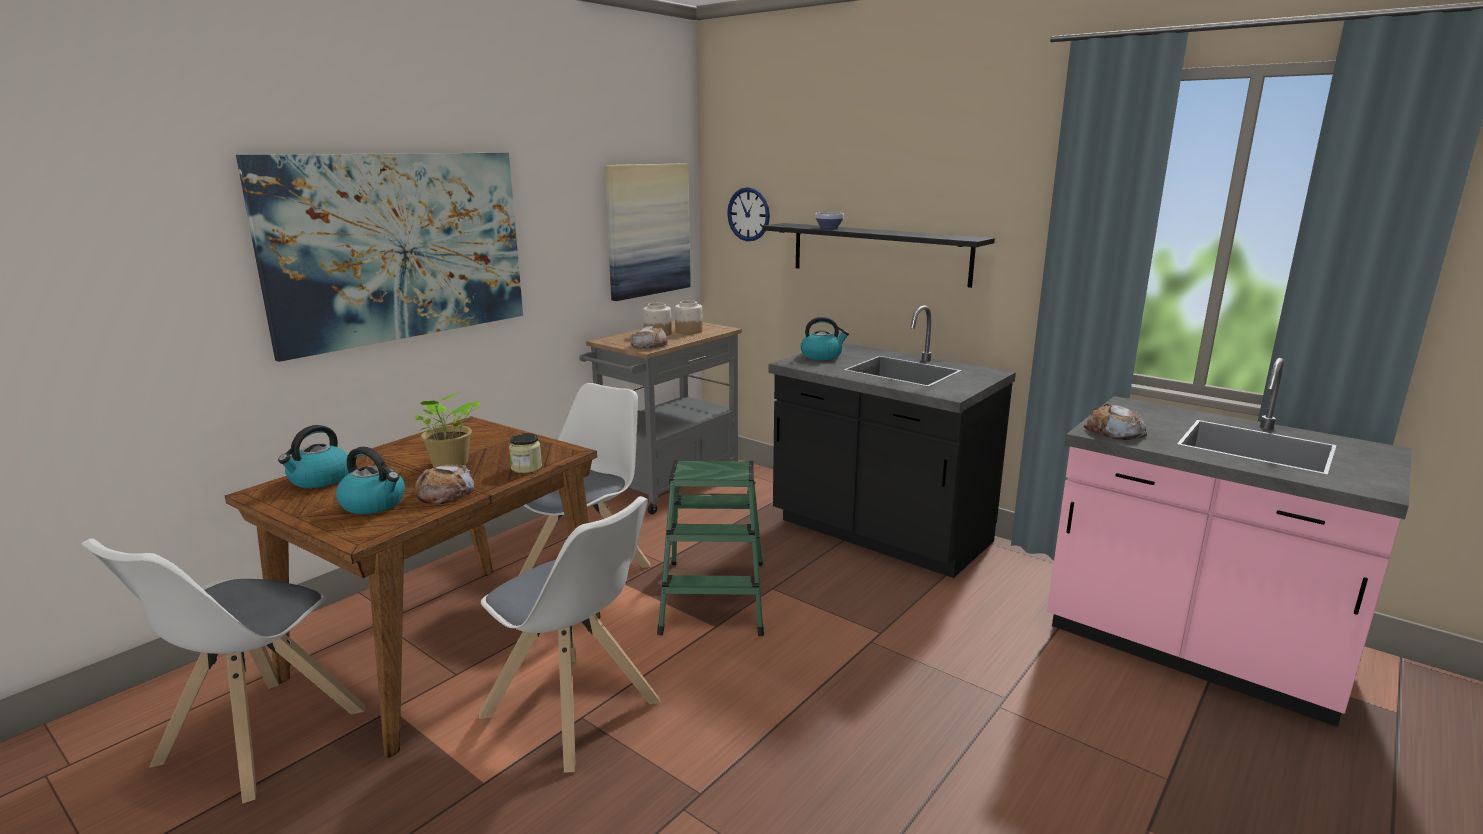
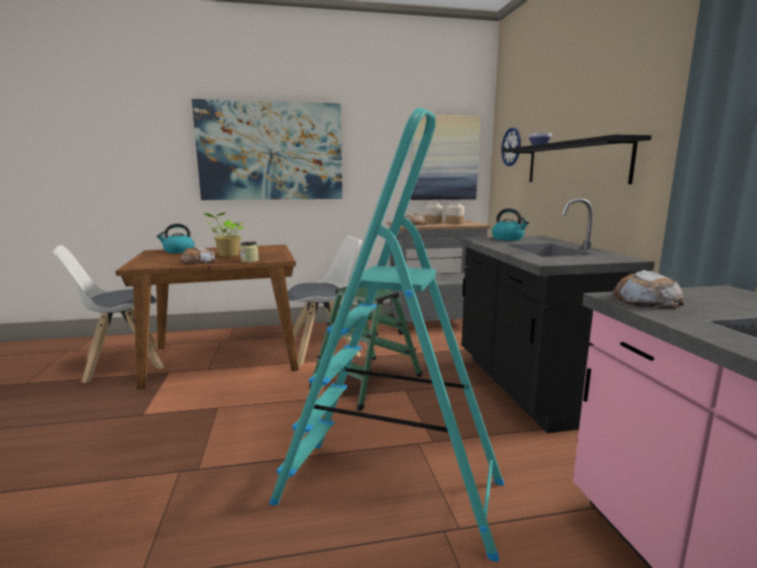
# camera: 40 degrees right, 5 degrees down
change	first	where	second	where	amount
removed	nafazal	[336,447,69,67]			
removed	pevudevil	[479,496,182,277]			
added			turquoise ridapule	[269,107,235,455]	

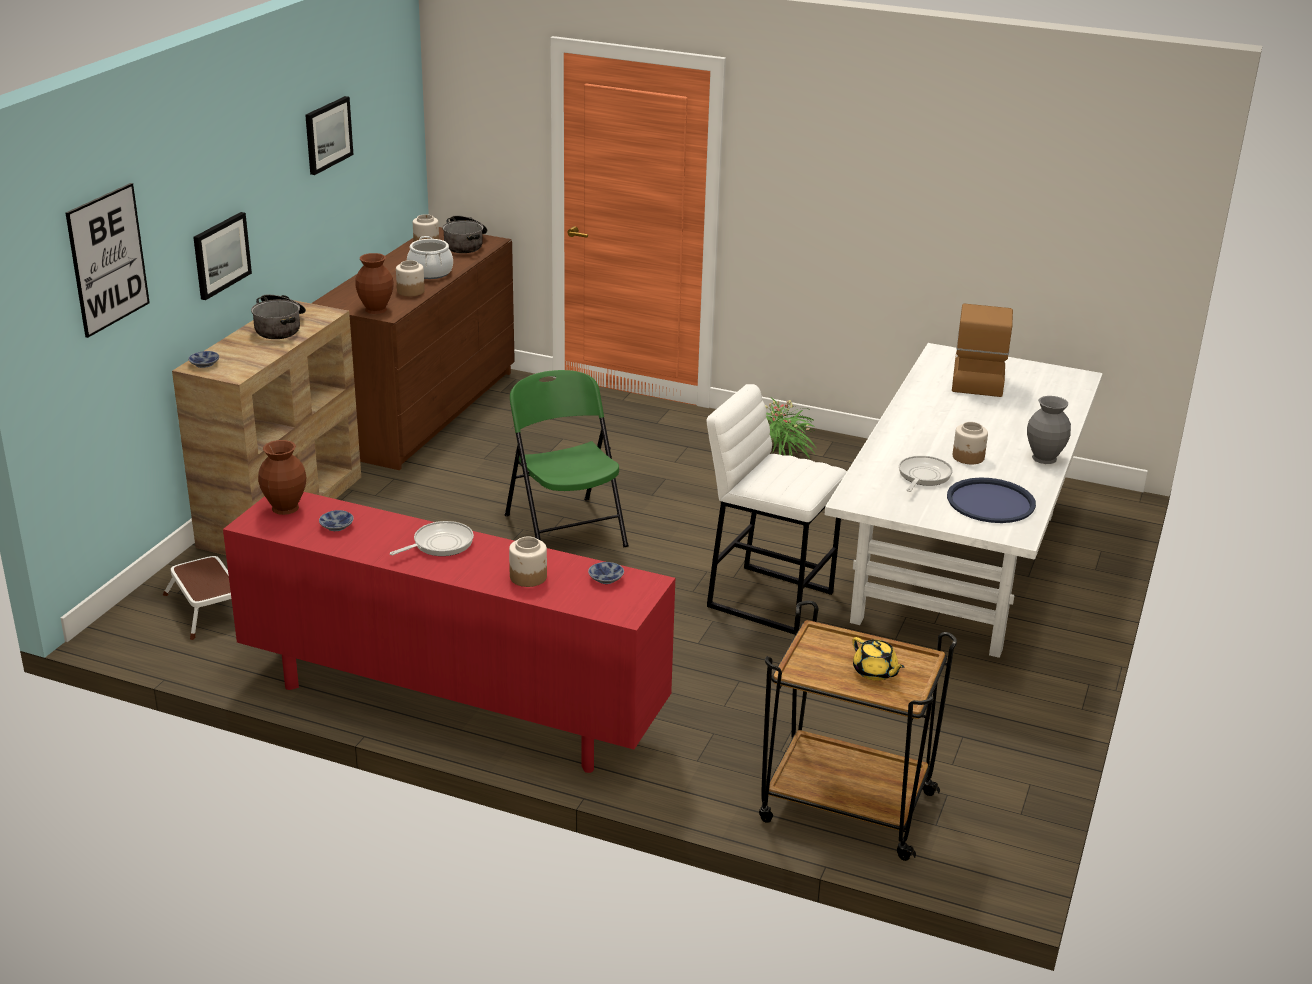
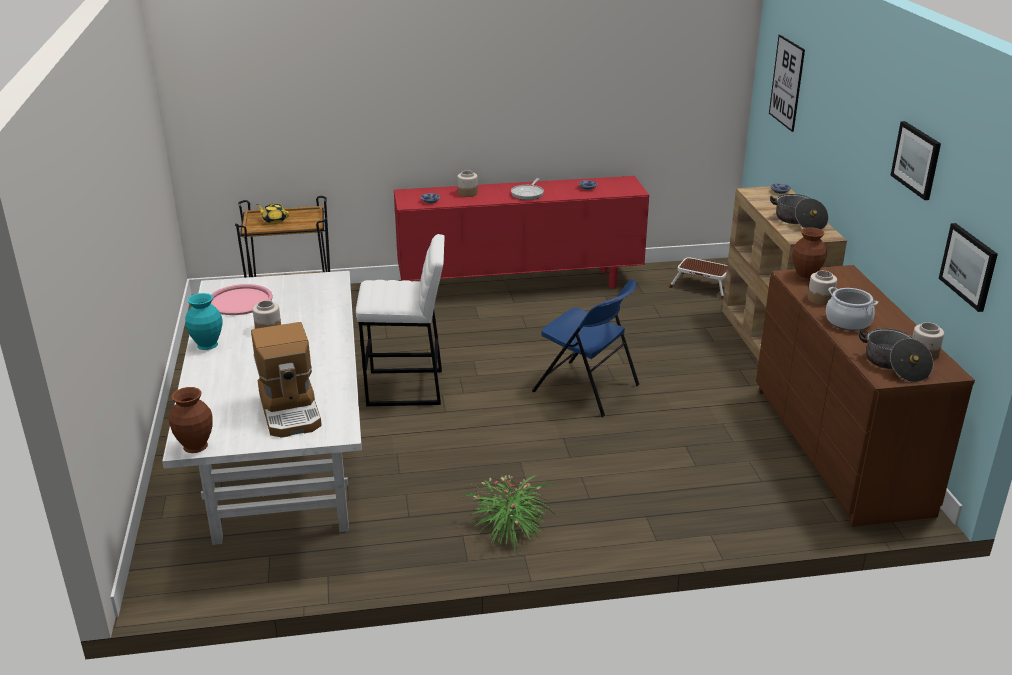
# camera: 150 degrees right, 0 degrees up
change	first	where	second	where	amount
moved	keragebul	[193,212,59,88]		[939,223,59,89]	
moved	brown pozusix	[258,440,48,75]		[169,387,43,66]	
recoloured	green pevudevil	[505,370,124,177]	blue pevudevil	[532,279,107,138]	
removed	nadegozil	[899,456,54,36]			
recoloured	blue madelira	[947,478,89,45]	pink madelira	[210,284,63,31]	
recoloured	grey pozusix	[1027,396,44,68]	turquoise pozusix	[185,293,37,57]	

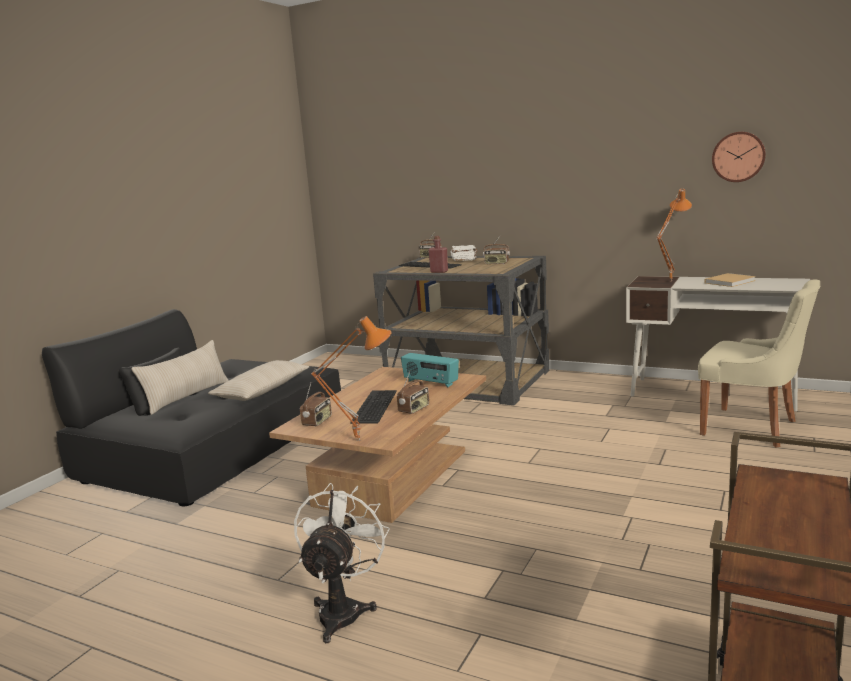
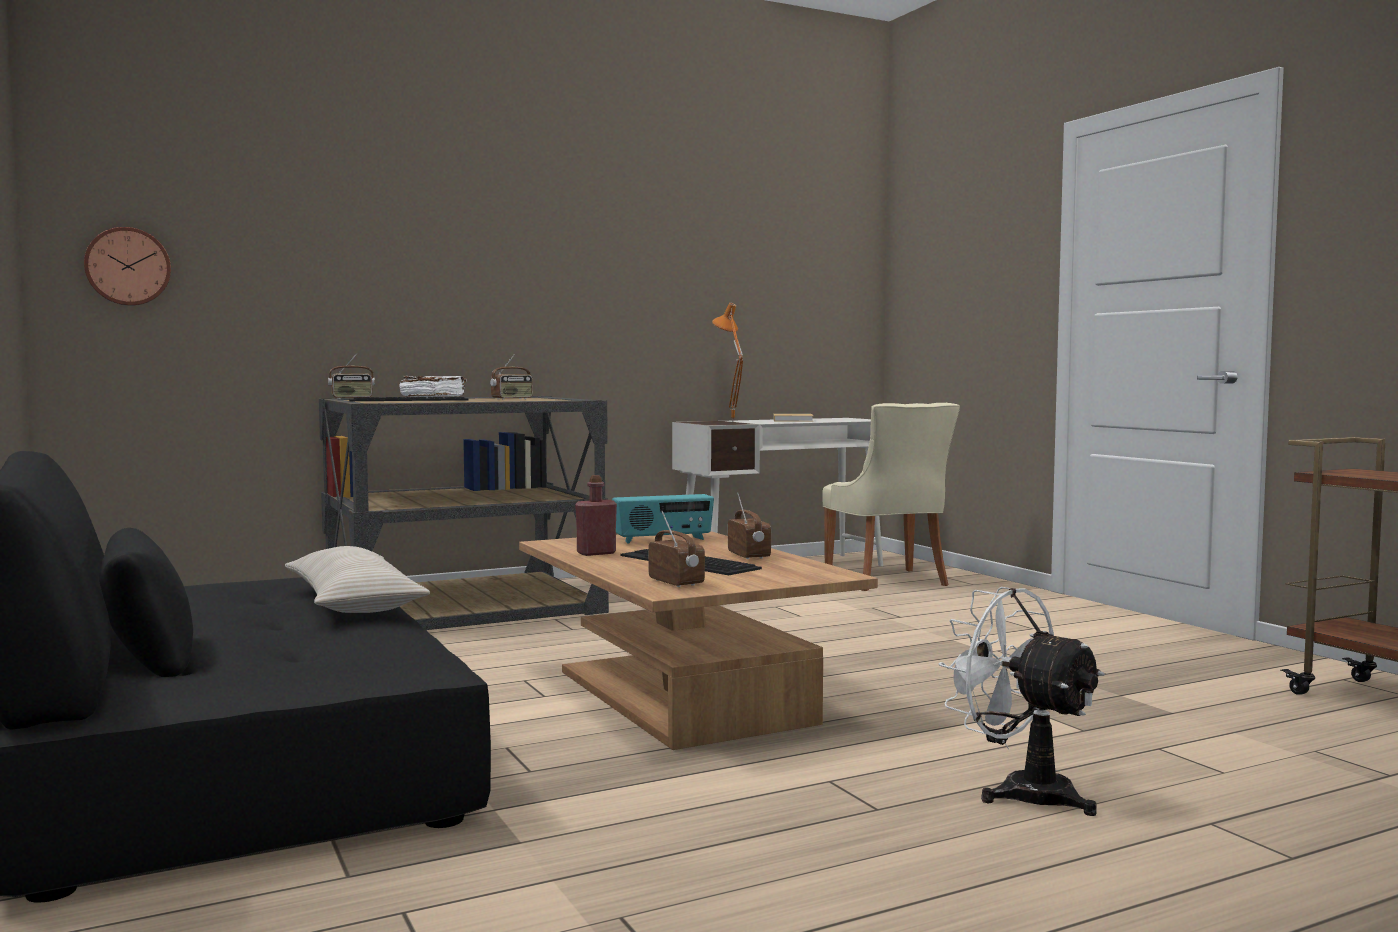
# camera: 55 degrees left, 10 degrees down
change	first	where	second	where	amount
removed	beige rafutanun	[132,340,97,75]			
removed	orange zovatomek	[311,316,81,125]			
moved	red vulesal	[428,236,20,37]		[575,475,42,81]	
turned	beige pevudevil	[698,279,122,168]		[822,403,138,188]	90 degrees clockwise
moved	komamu	[712,132,54,50]		[84,227,87,79]	

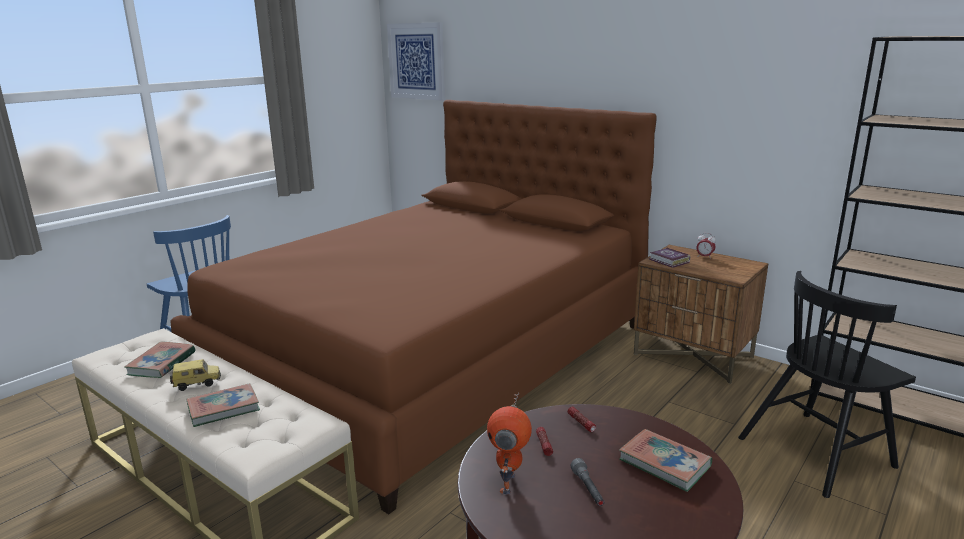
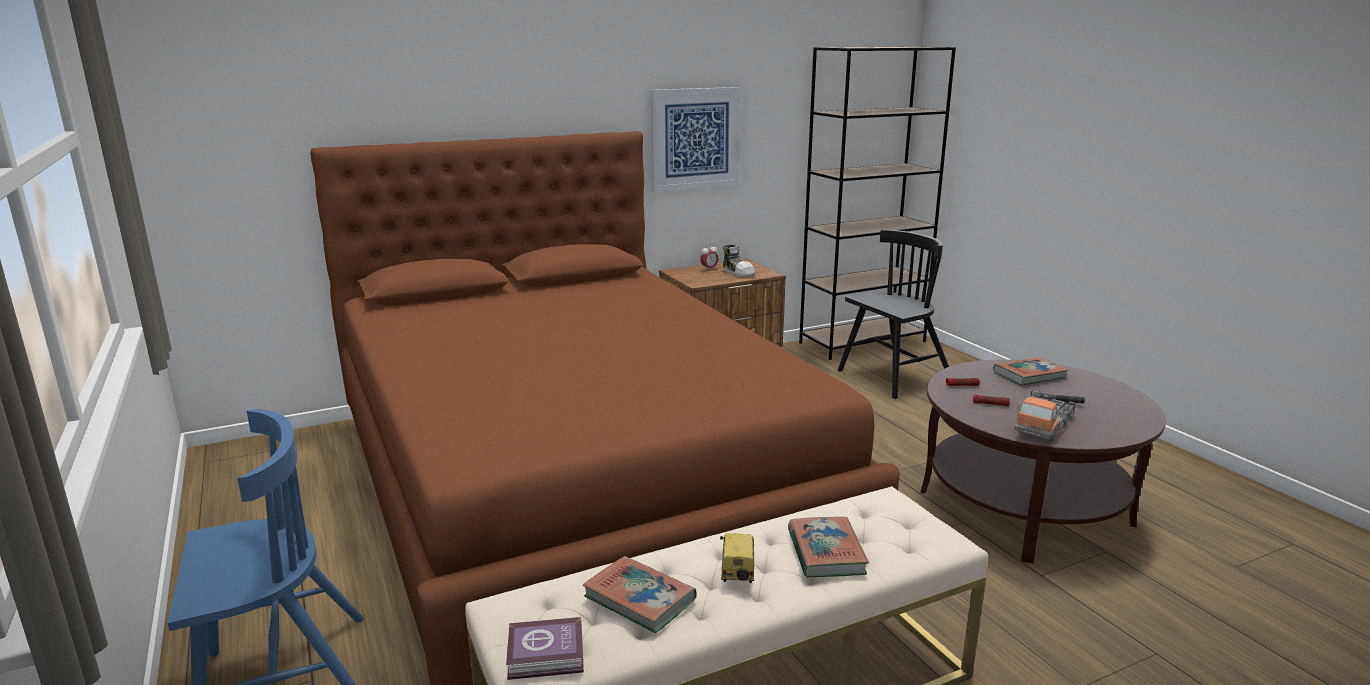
# camera: 65 degrees left, 0 degrees up
change	first	where	second	where	amount
moved	keragebul	[387,22,58,79]		[651,87,90,105]	
replaced	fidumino	[487,392,45,103]	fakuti	[1014,395,62,46]	
moved	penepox	[649,247,41,21]		[506,617,78,63]	
turned	black pevudevil	[738,271,178,227]		[838,230,111,169]	120 degrees counterclockwise
added			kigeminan	[723,245,32,33]	

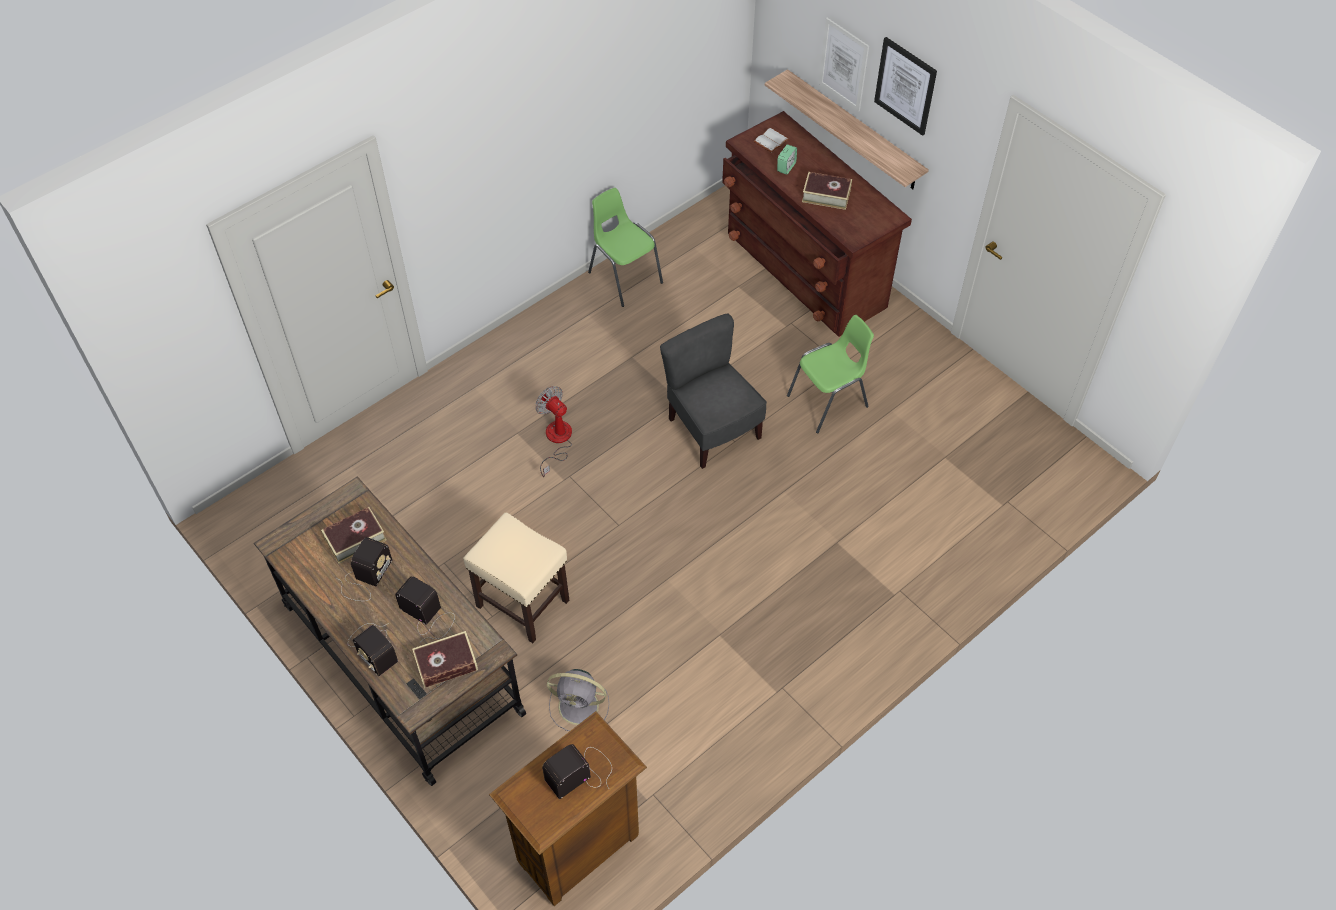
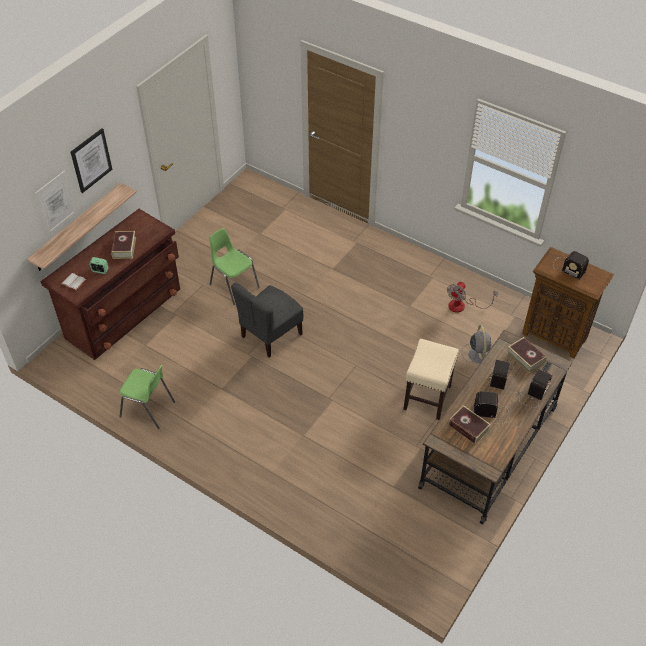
# camera: 105 degrees left, 5 degrees down
change	first	where	second	where	amount
moved	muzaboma	[535,386,37,91]		[447,282,51,31]	
turned	green pevudevil	[588,188,75,119]		[119,365,56,64]	105 degrees counterclockwise

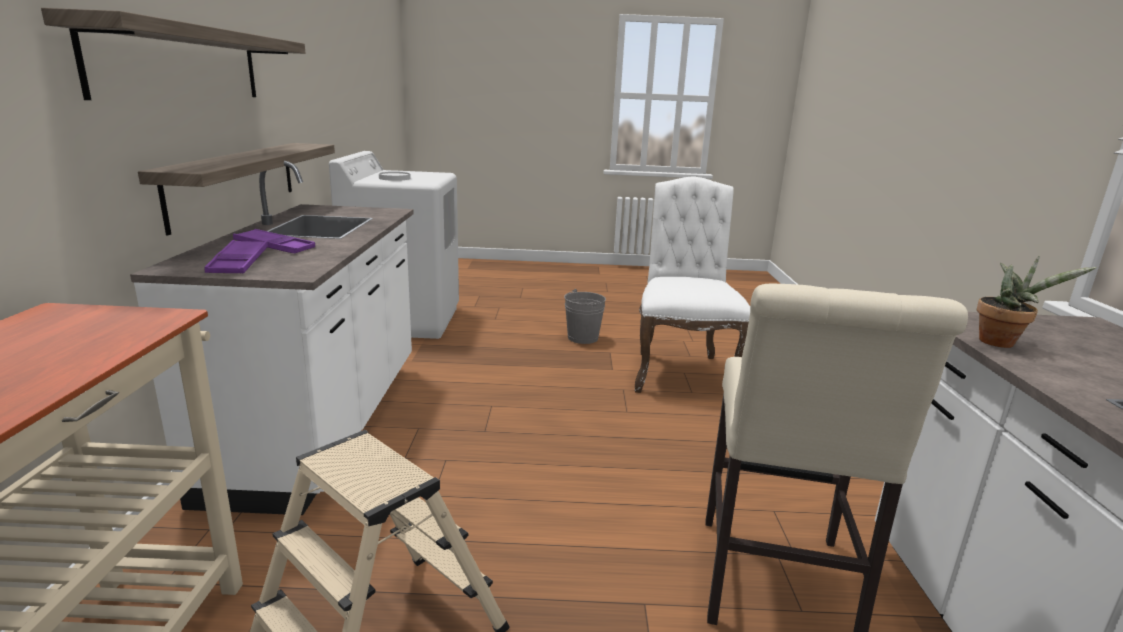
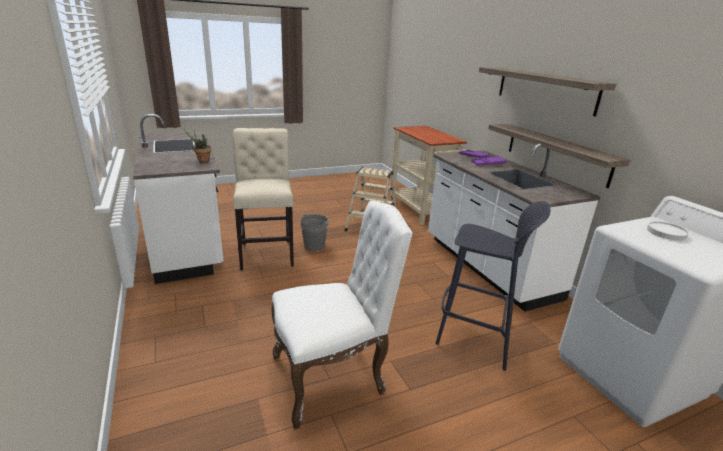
# camera: 155 degrees right, 5 degrees up
change	first	where	second	where	amount
moved	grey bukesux	[564,289,42,55]		[300,214,29,37]	
turned	white pevudevil	[635,176,115,217]		[272,201,141,228]	90 degrees counterclockwise
added			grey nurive	[436,201,114,170]	

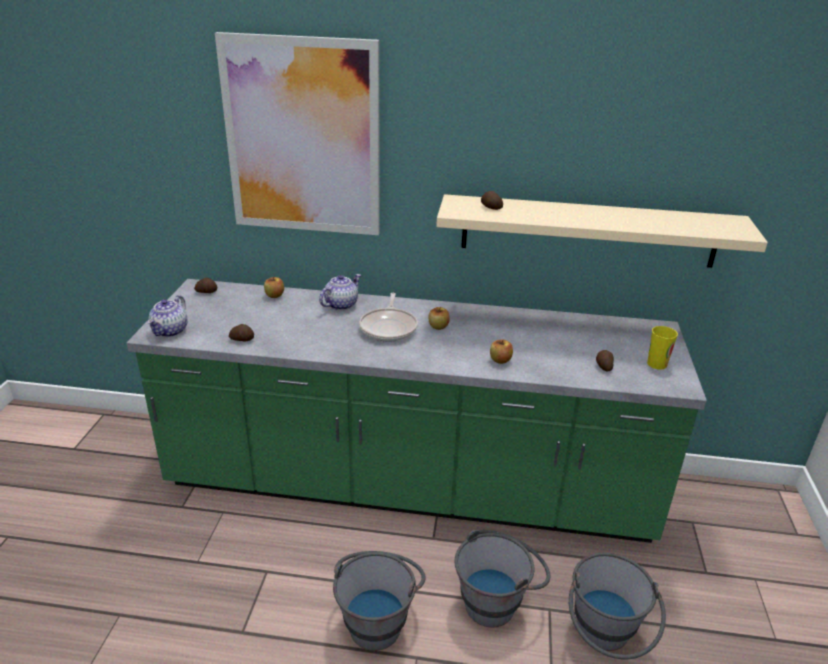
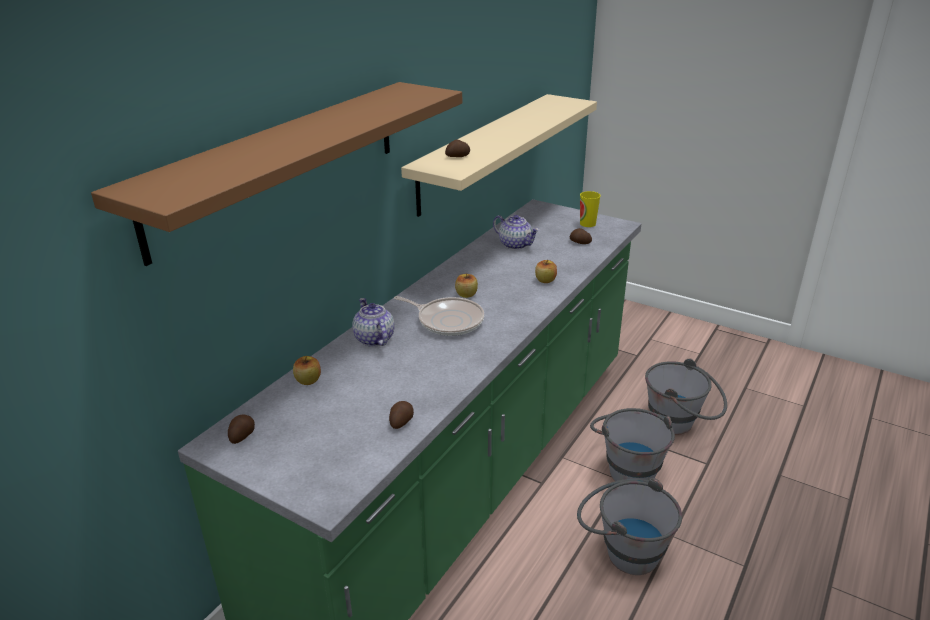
# camera: 65 degrees left, 0 degrees up
change	first	where	second	where	amount
moved	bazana	[147,295,40,42]		[493,215,46,35]	
replaced	keragebul	[215,32,165,203]	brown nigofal	[91,82,371,184]	

